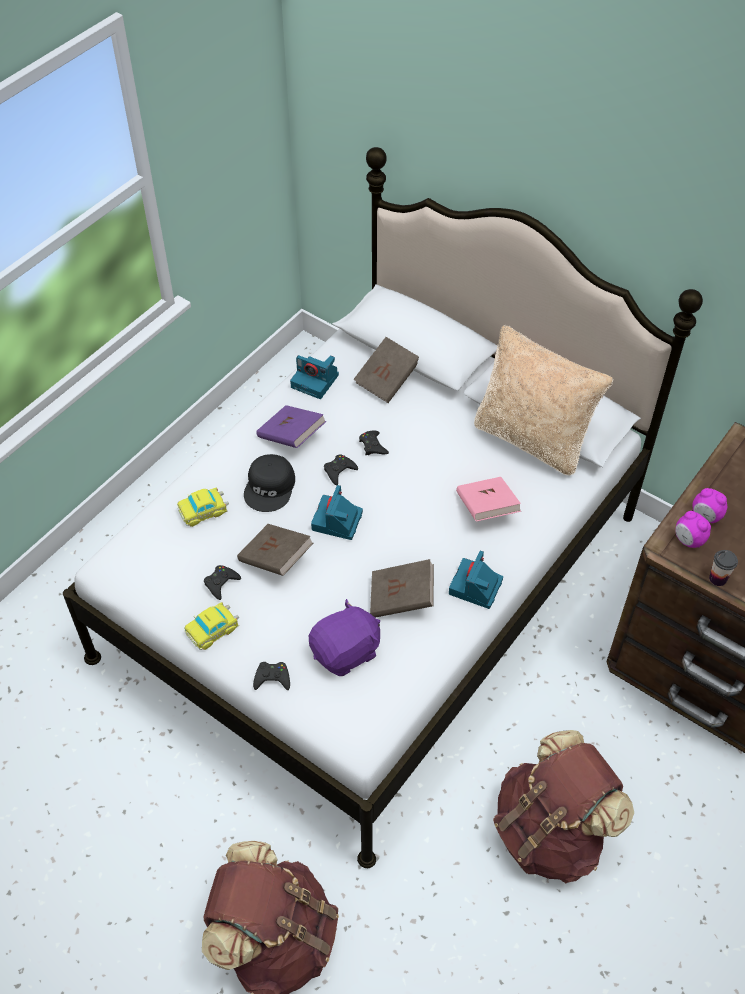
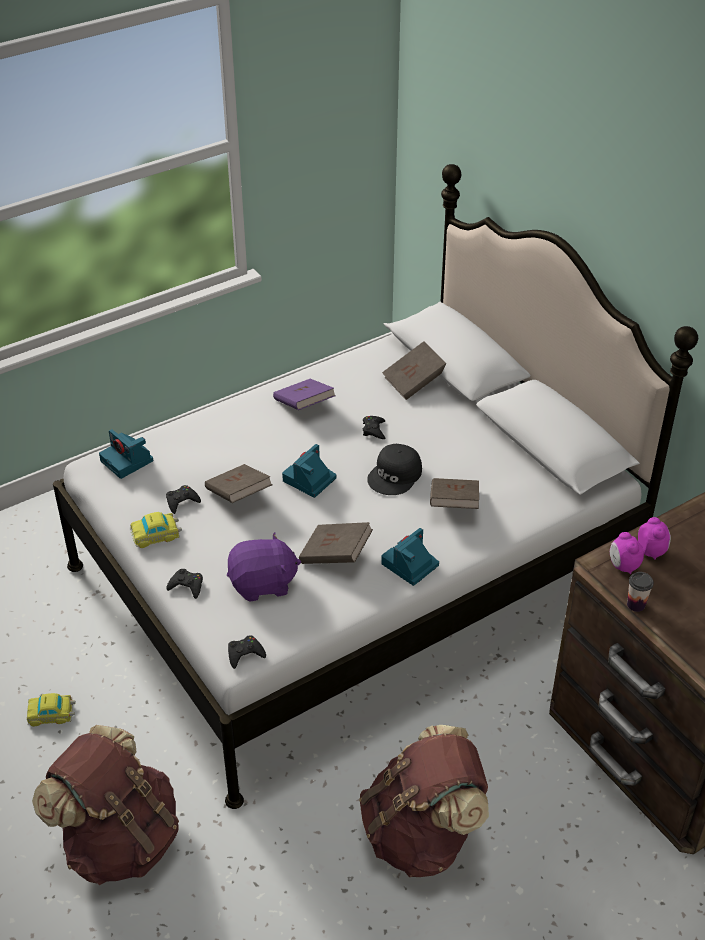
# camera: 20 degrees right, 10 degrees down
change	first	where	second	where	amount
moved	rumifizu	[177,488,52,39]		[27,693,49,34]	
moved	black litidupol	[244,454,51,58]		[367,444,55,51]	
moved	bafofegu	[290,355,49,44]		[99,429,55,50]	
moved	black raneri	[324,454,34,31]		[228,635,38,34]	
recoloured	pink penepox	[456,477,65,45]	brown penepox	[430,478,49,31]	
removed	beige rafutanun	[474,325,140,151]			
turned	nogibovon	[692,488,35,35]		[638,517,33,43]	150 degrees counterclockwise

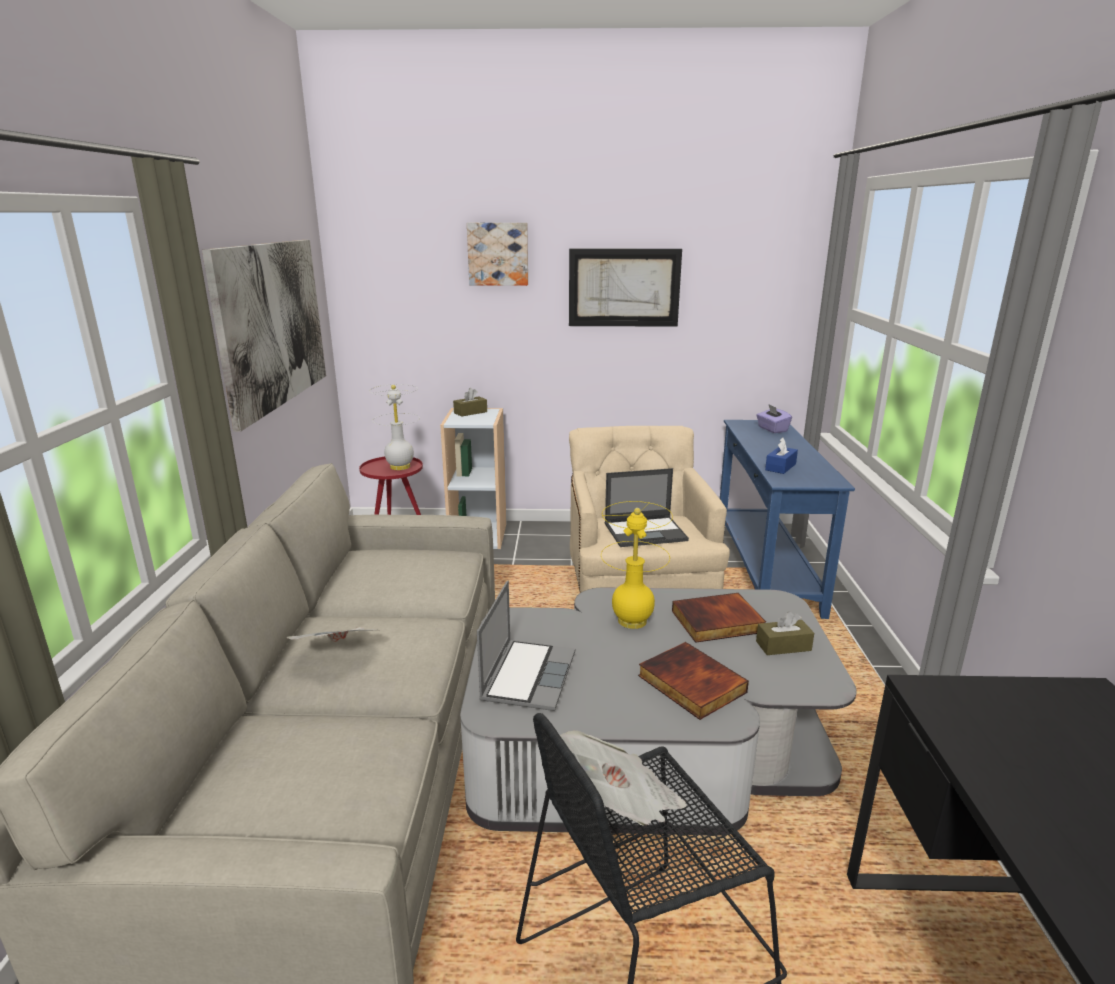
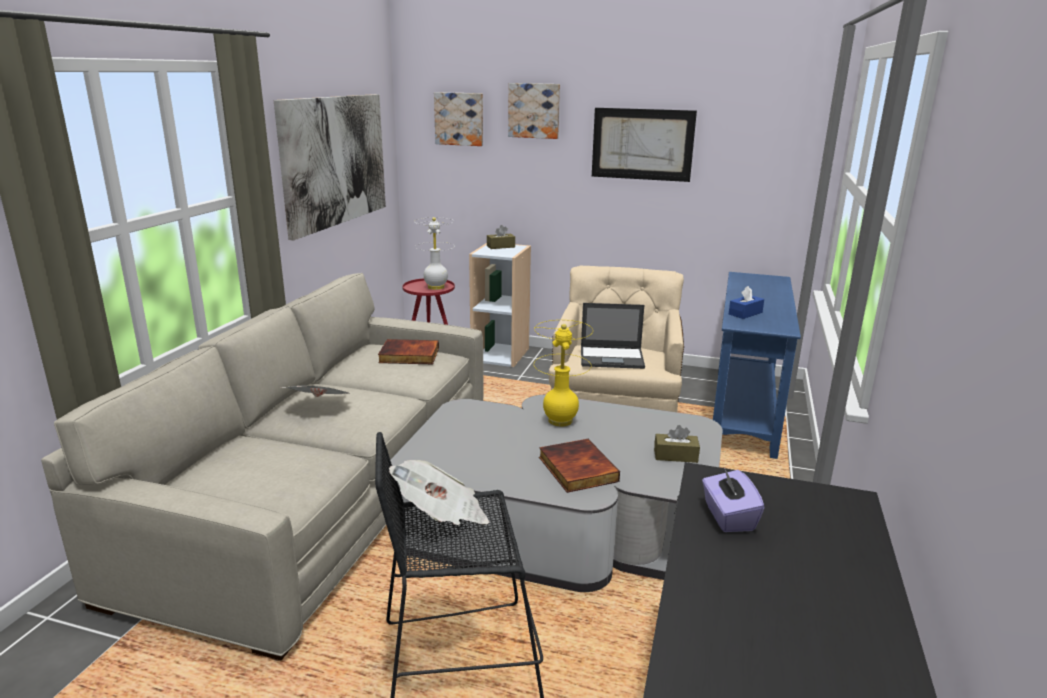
# camera: 15 degrees right, 0 degrees up
change	first	where	second	where	amount
removed	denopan	[477,581,98,130]			
moved	penepox	[672,593,94,50]		[378,339,61,25]	
moved	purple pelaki	[756,405,36,28]		[702,467,63,65]	
added			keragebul	[434,92,49,54]	

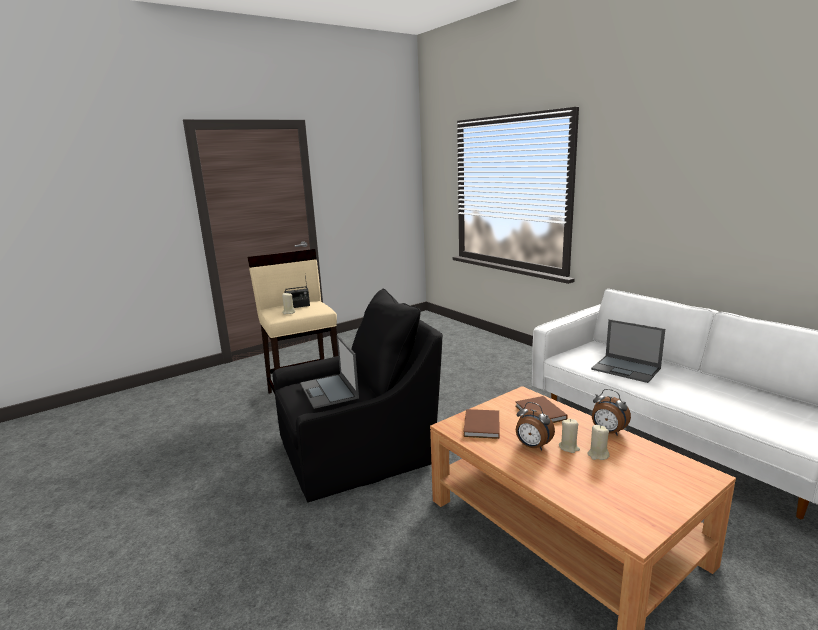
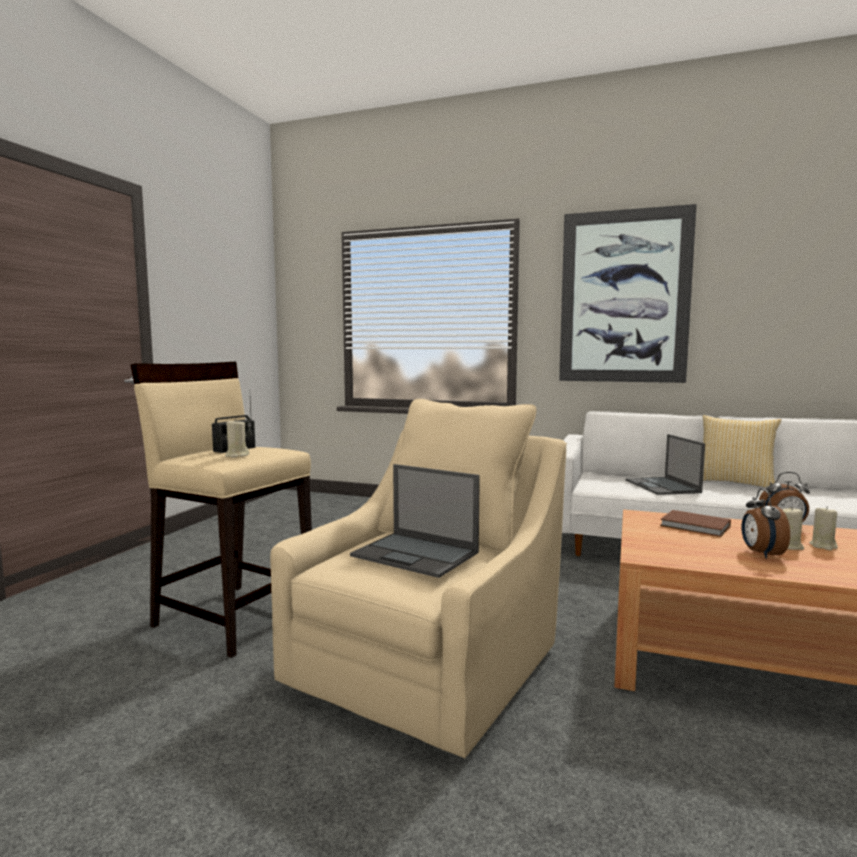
# camera: 35 degrees left, 10 degrees down
change	first	where	second	where	amount
recoloured	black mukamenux	[273,289,170,213]	beige mukamenux	[270,399,297,360]	
removed	brown penepox	[463,409,36,30]			
turned	nogibovon	[516,402,39,49]		[742,489,48,69]	90 degrees clockwise
turned	denopan	[591,319,74,64]		[626,434,79,61]	75 degrees clockwise
added			keragebul	[559,204,138,179]	
added			rafutanun	[703,415,78,73]	

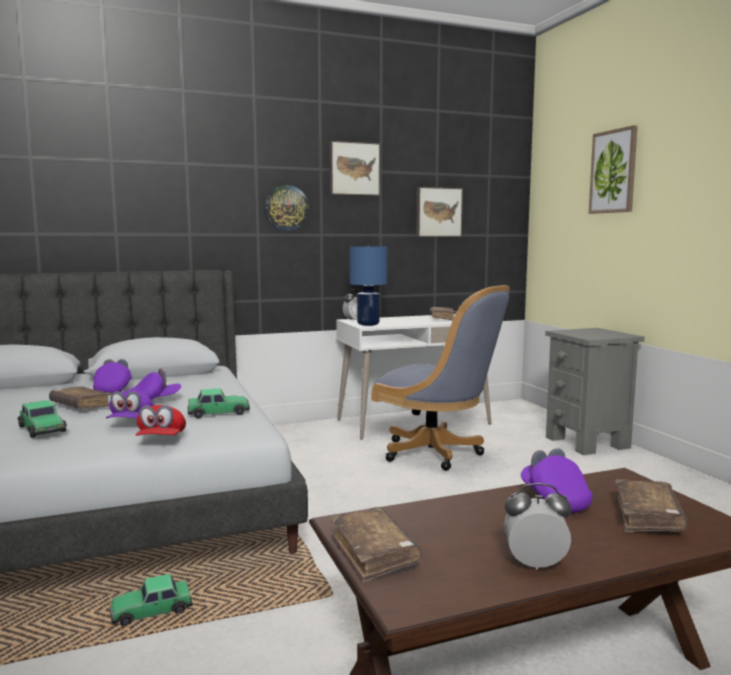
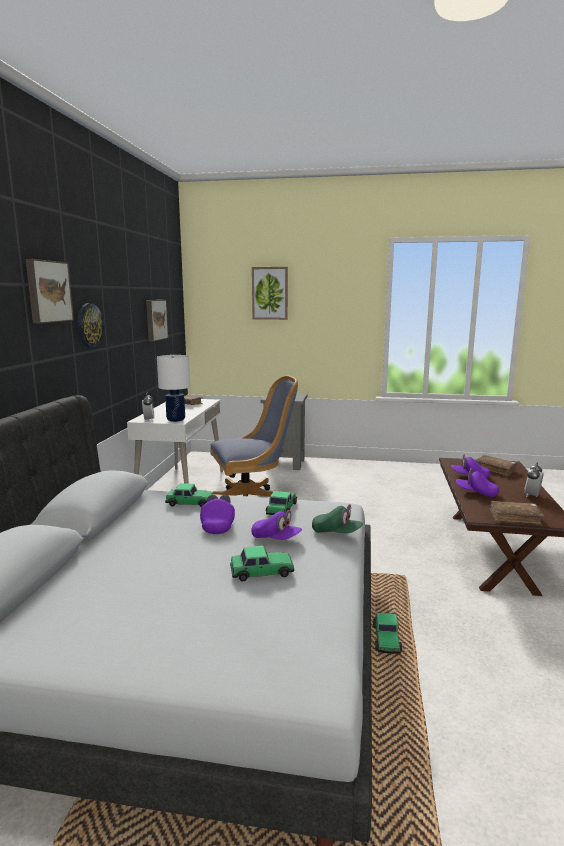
# camera: 60 degrees left, 5 degrees up
change	first	where	second	where	amount
removed	brown penepox	[49,386,63,23]			
moved	purple litidupol	[93,359,39,36]		[456,468,43,30]	
recoloured	red litidupol	[135,405,51,31]	green litidupol	[312,504,51,29]	
moved	keragebul	[329,141,51,55]		[26,259,48,64]	
recoloured	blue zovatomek	[349,246,38,80]	white zovatomek	[157,355,33,67]	
added			rumifizu	[165,483,49,24]	

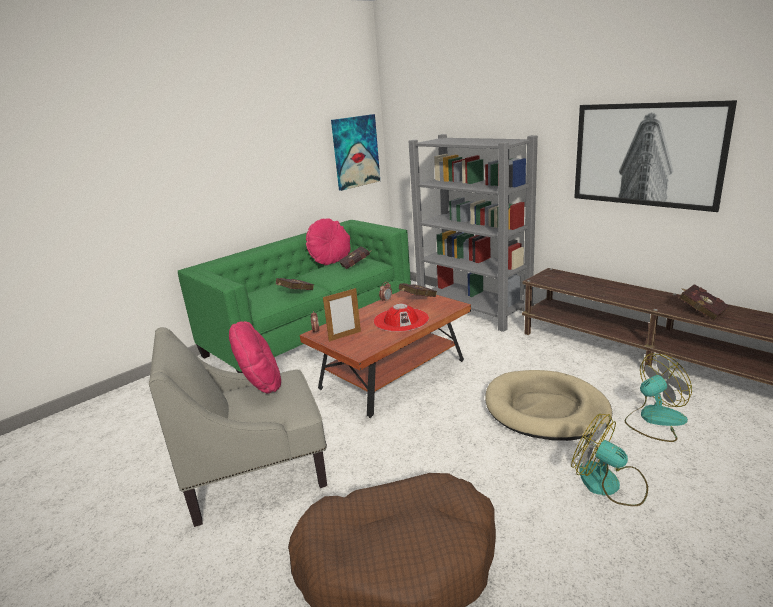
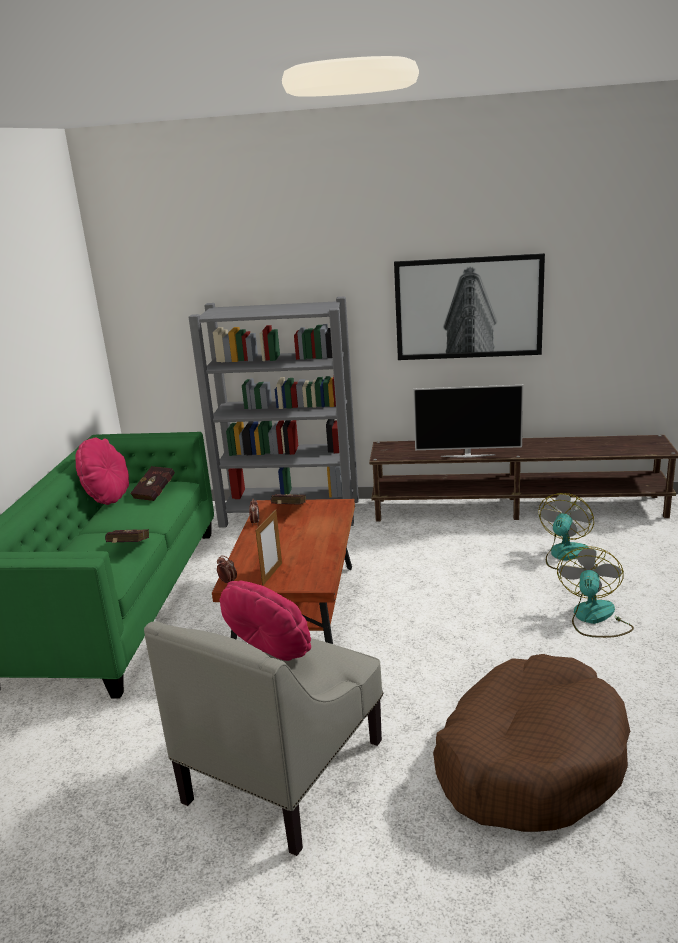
# camera: 40 degrees left, 0 degrees up
change	first	where	second	where	amount
removed	keragebul	[331,114,49,77]			
removed	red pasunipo	[374,303,55,29]			
removed	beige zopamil	[486,370,126,71]			
turned	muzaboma	[571,414,77,92]		[557,546,77,92]	105 degrees clockwise
removed	red penepox	[679,284,50,37]			
added			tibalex	[413,385,111,73]	

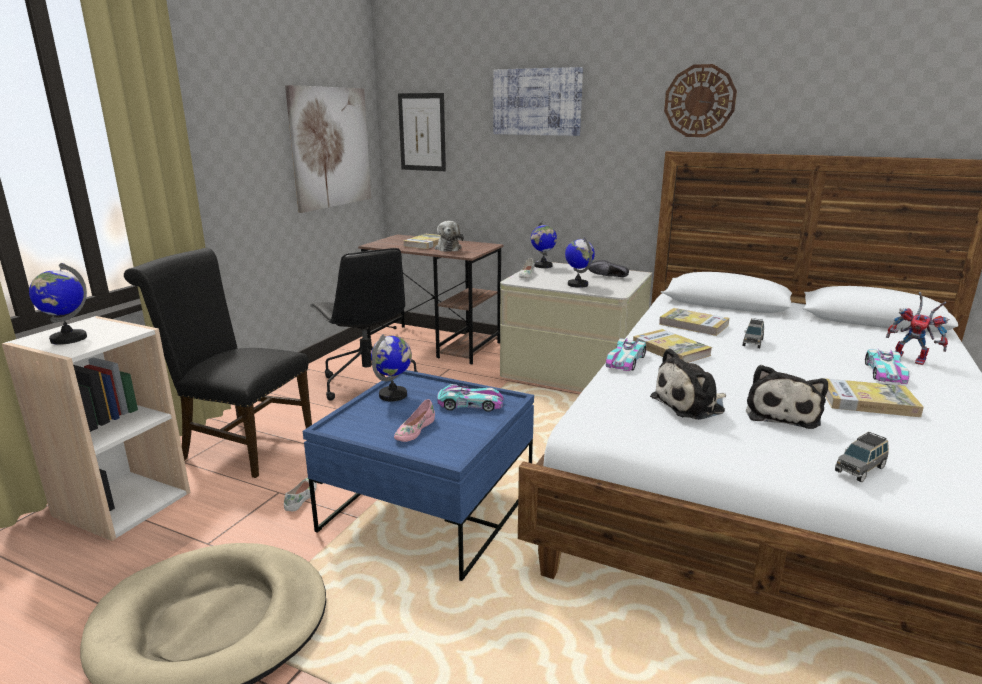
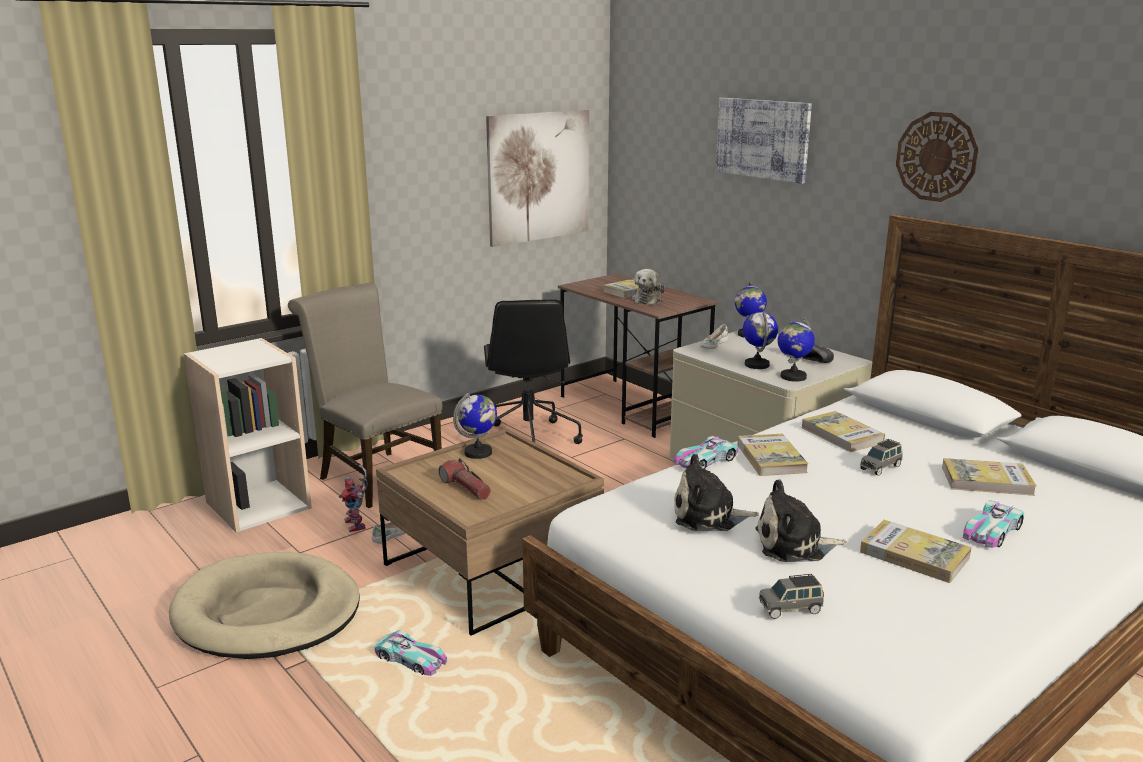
# camera: 25 degrees right, 0 degrees up
change	first	where	second	where	amount
moved	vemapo	[29,263,58,82]		[778,317,37,65]	
recoloured	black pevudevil	[124,248,188,230]	beige pevudevil	[288,282,154,226]	
recoloured	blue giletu	[303,370,231,211]	brown giletu	[376,428,228,208]	
replaced	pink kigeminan	[394,399,41,43]	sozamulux	[439,458,52,42]	
removed	keragebul	[398,93,48,78]			
moved	rumifizu	[437,384,66,28]		[374,630,73,46]	
turned	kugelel	[746,365,82,64]		[755,479,91,83]	45 degrees clockwise
moved	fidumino	[886,292,64,73]		[339,465,29,67]	
added			penepox	[942,458,94,38]	

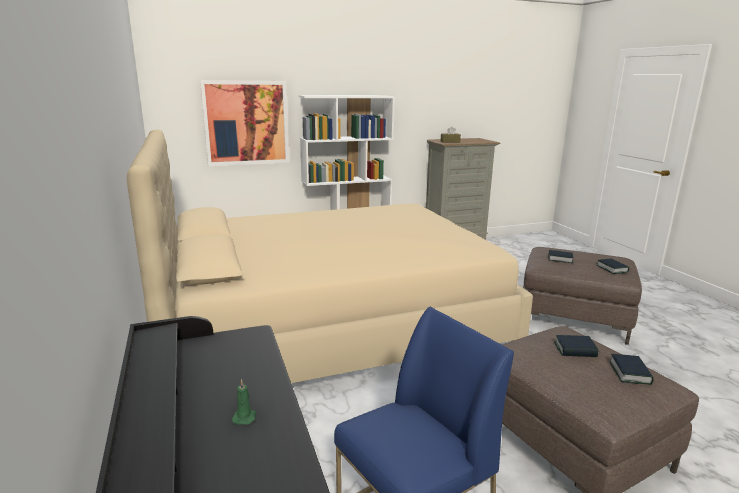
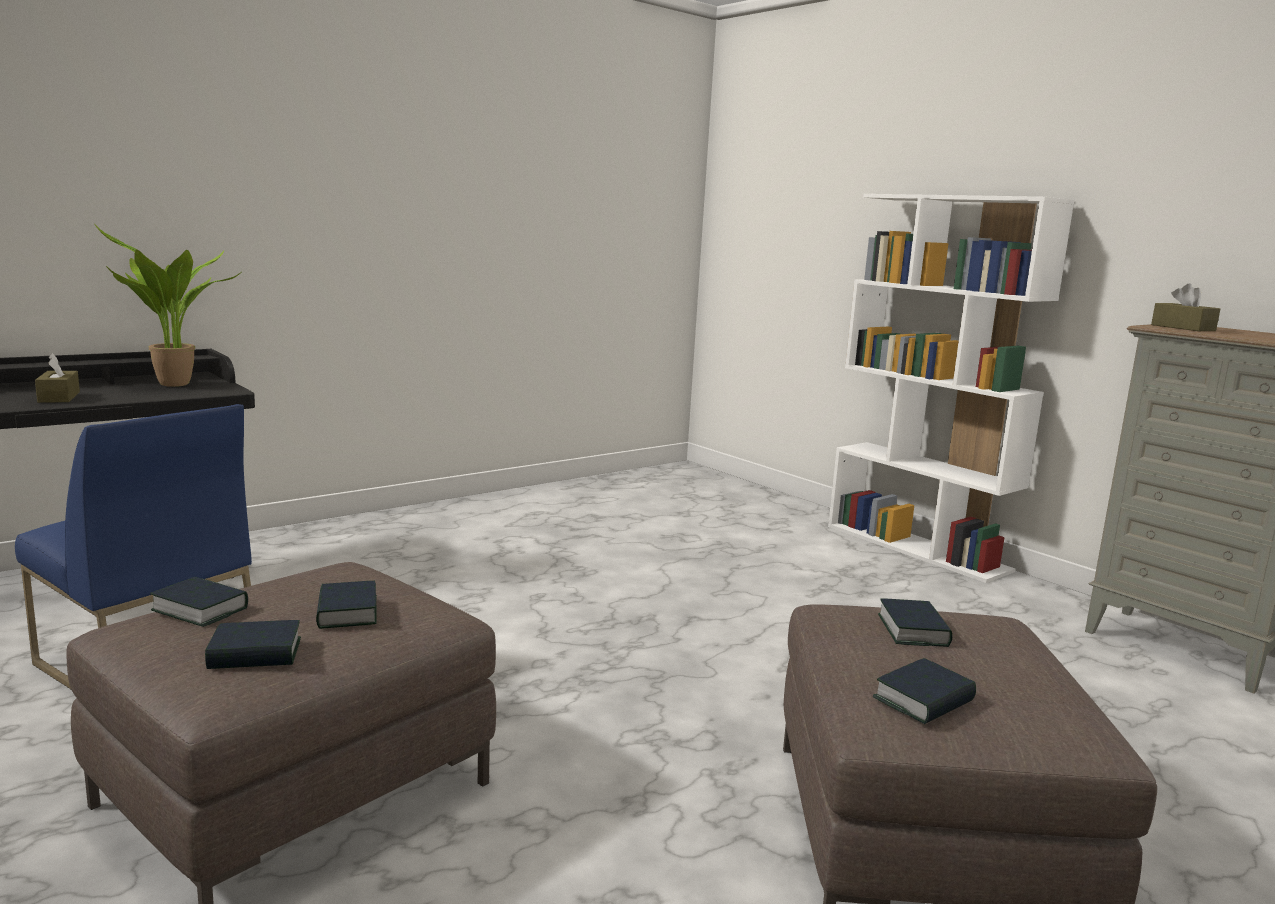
# camera: 70 degrees right, 5 degrees down
change	first	where	second	where	amount
removed	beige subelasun	[126,129,407,254]			
removed	keragebul	[200,80,89,86]			
replaced	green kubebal	[232,379,24,46]	brown pelaki	[35,353,45,50]	
added			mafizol	[95,225,146,162]	
added			penepox	[150,577,98,50]	

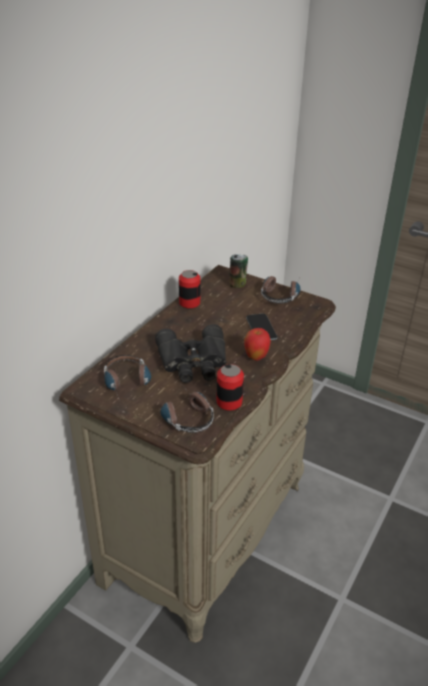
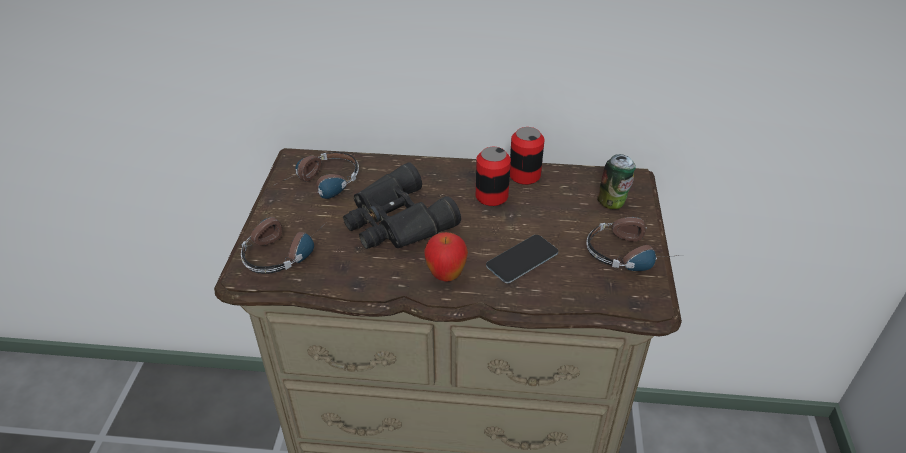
# camera: 65 degrees right, 5 degrees up
change	first	where	second	where	amount
moved	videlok	[216,364,28,47]		[476,147,35,59]	

